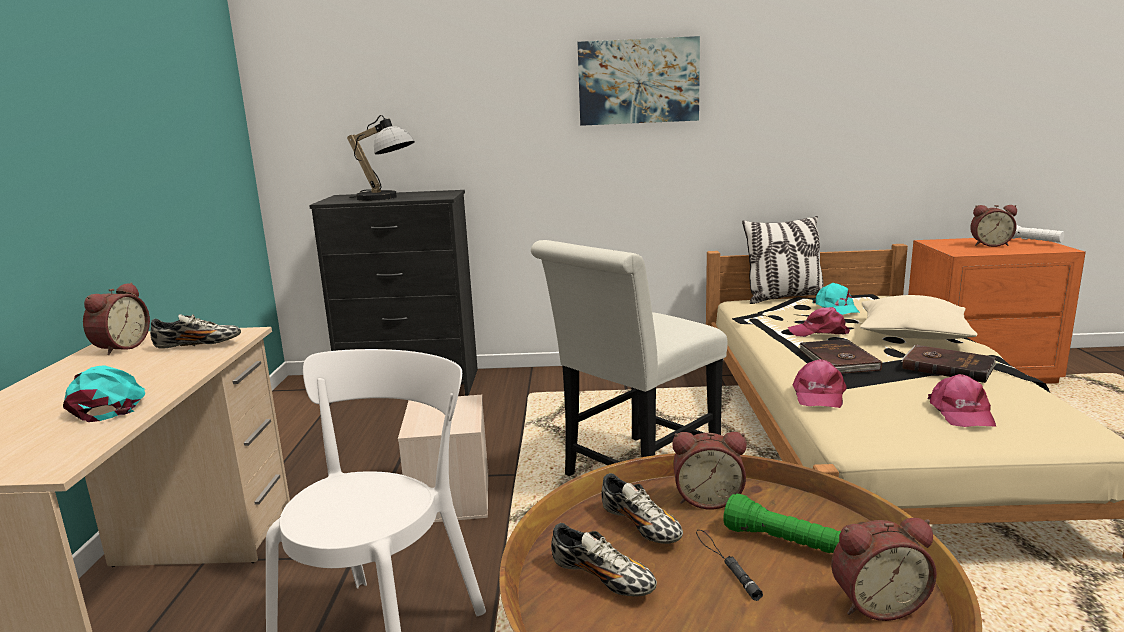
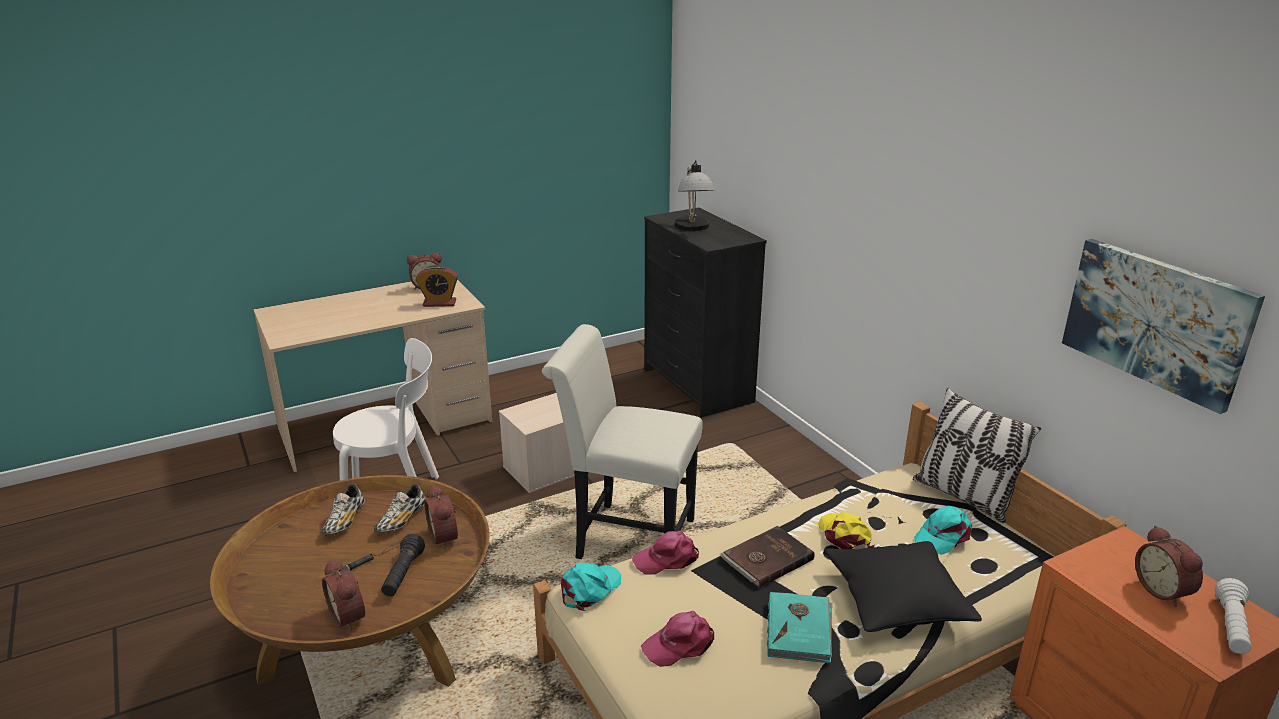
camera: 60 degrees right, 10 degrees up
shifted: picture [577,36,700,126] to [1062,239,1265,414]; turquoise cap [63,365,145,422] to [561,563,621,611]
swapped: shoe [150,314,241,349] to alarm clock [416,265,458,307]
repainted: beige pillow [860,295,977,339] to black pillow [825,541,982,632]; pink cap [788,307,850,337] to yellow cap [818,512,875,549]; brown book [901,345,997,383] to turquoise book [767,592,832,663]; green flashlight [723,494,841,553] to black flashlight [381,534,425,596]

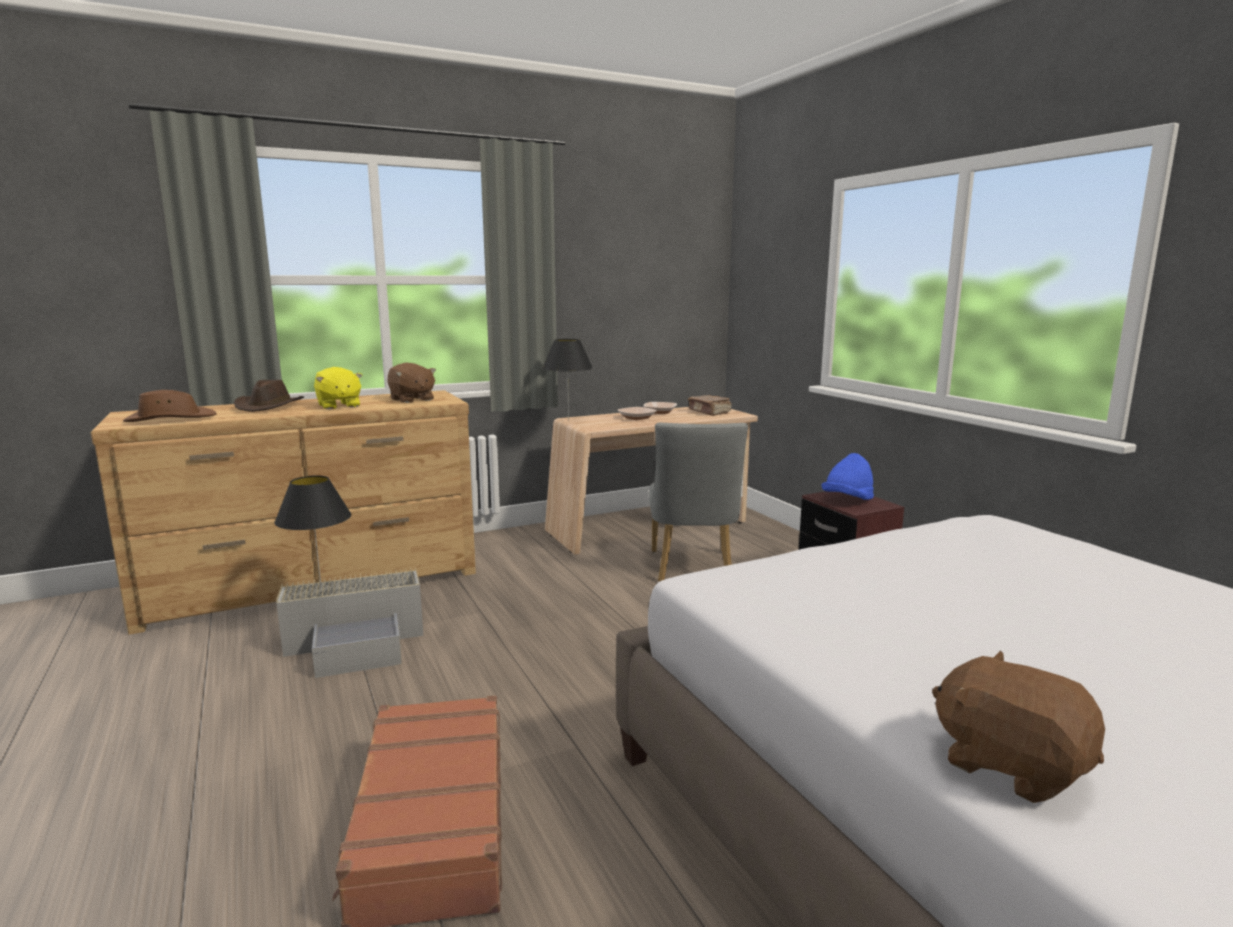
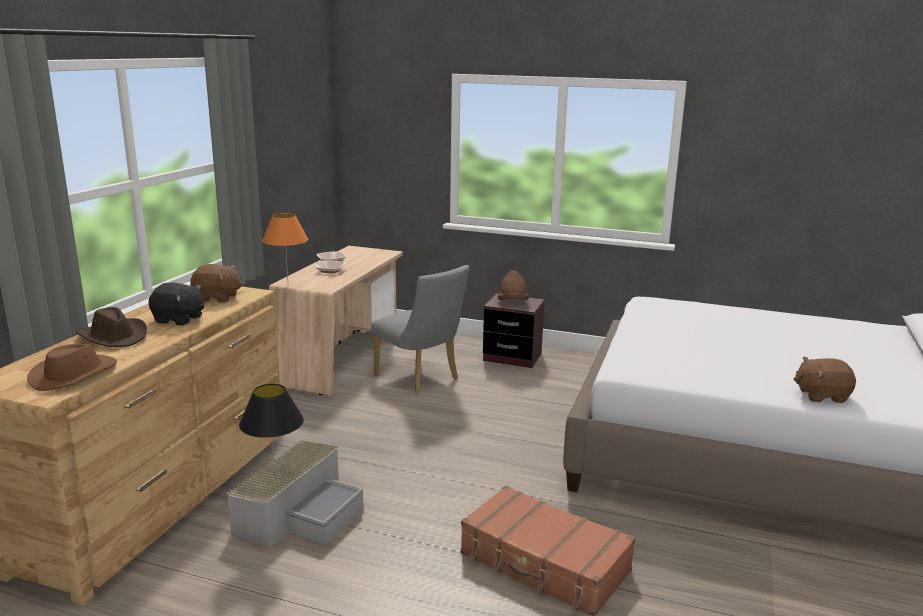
camera: 45 degrees left, 5 degrees up
gone: brown book [688,395,732,416]
repainted: black table lamp [542,339,593,421] to orange table lamp [262,213,308,280]; yellow plush toy [314,367,363,409] to black plush toy [148,283,204,325]; blue hat [821,453,874,500] to brown hat [497,271,529,300]

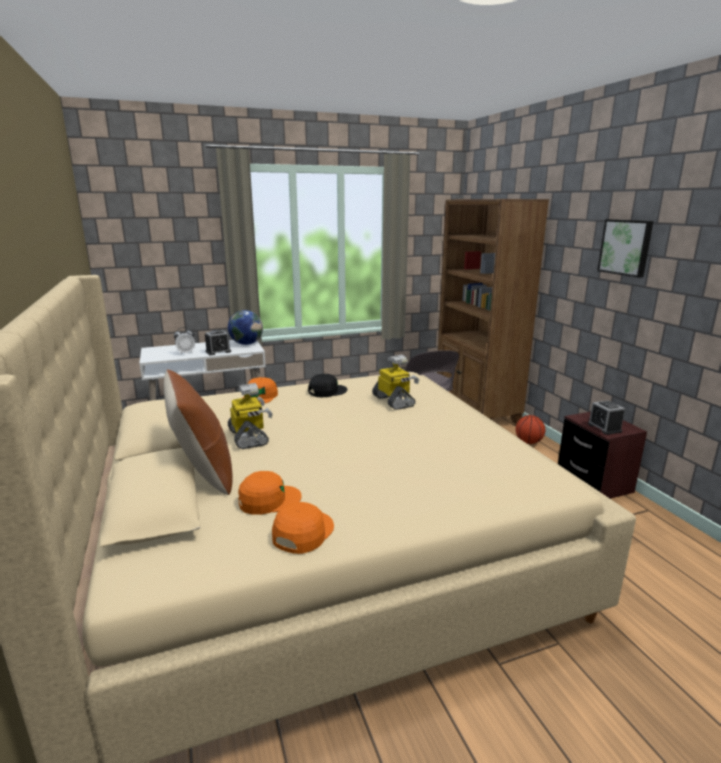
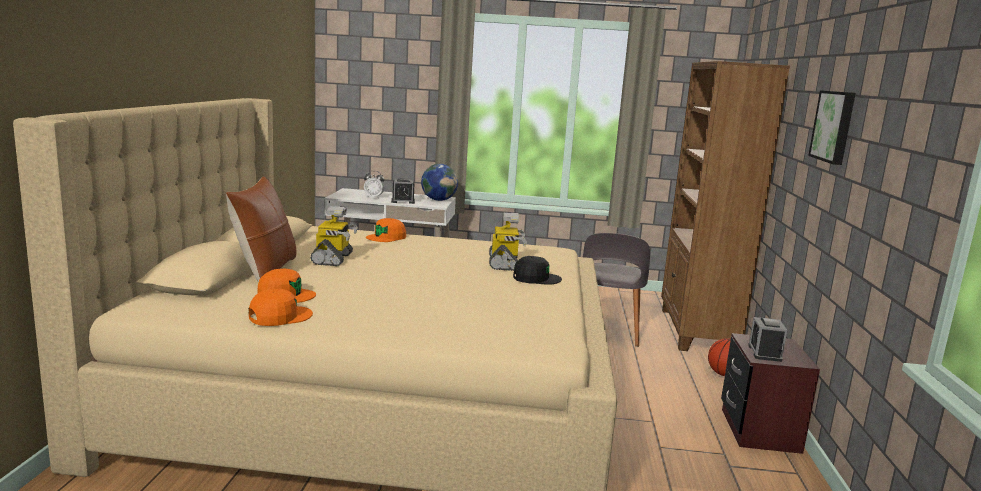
camera: 25 degrees right, 5 degrees down
shifted: black cap [308,374,347,397] to [513,256,562,285]

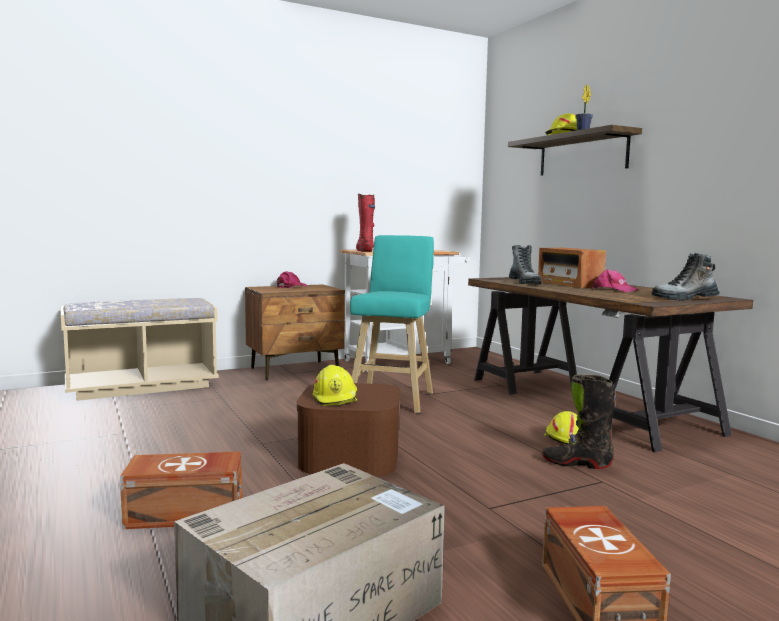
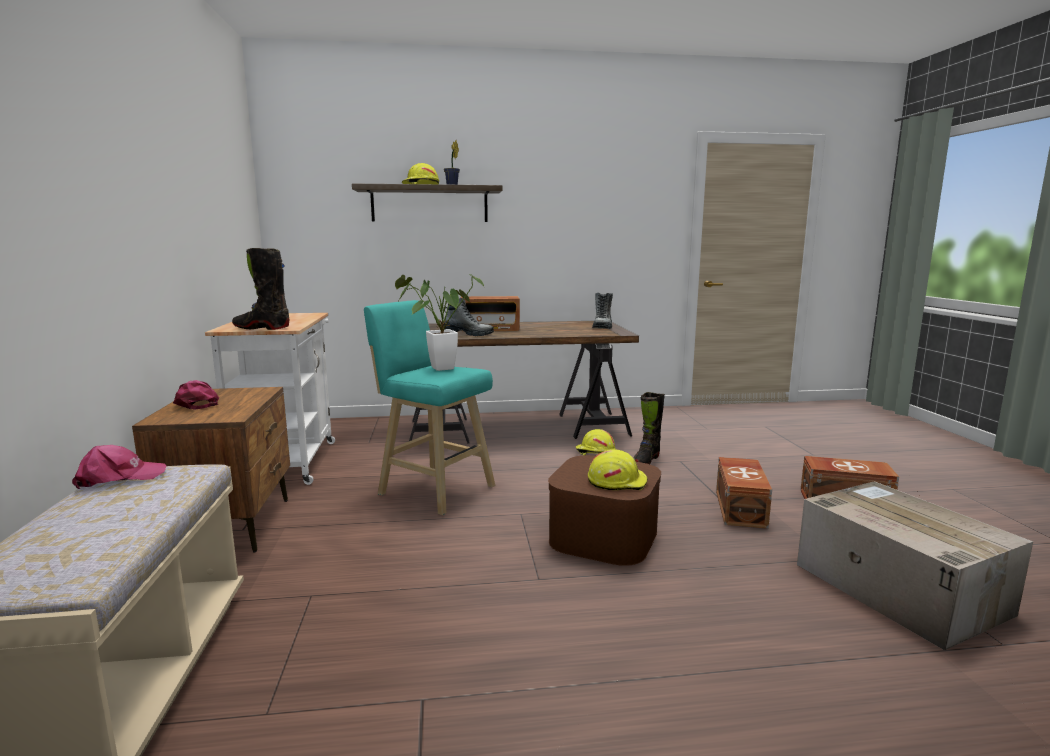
camera: 70 degrees left, 5 degrees up
new: potted plant [395,274,484,371]
shifted: pink cap [592,269,639,292] to [72,445,167,489]; brown storage box [120,451,242,529] to [716,457,772,529]
repainted: red boot [356,194,375,252] to black boot [232,248,289,330]

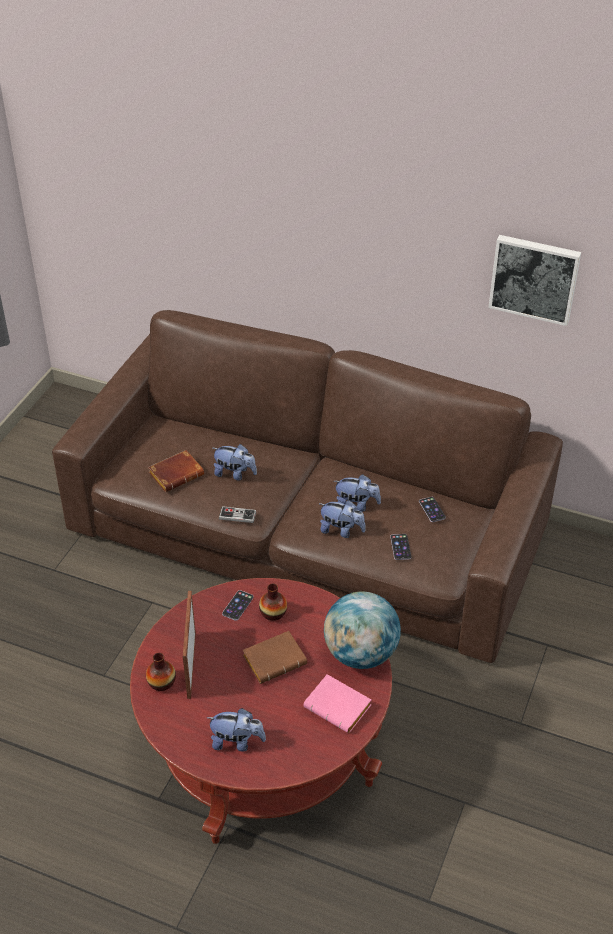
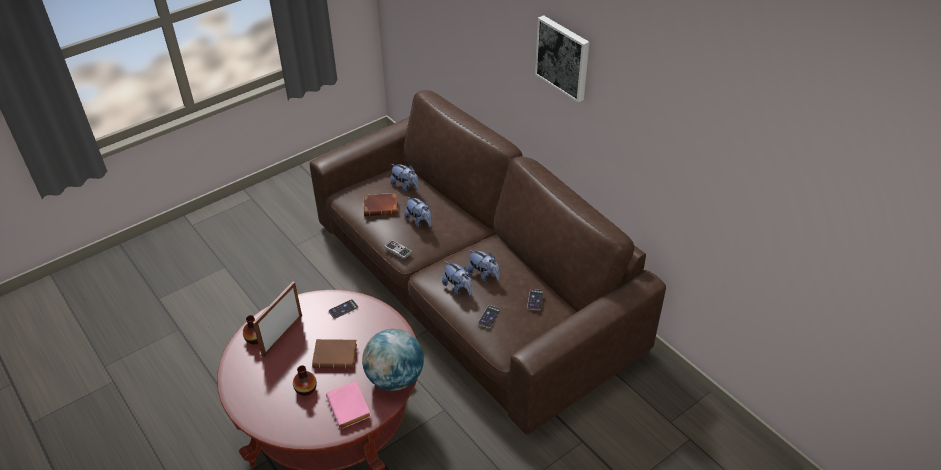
camera: 30 degrees right, 0 degrees up
shifted: picture [488,235,581,326] to [535,15,589,102]; vase [259,583,287,621] to [293,366,317,396]; plush toy [207,708,266,752] to [391,164,419,191]

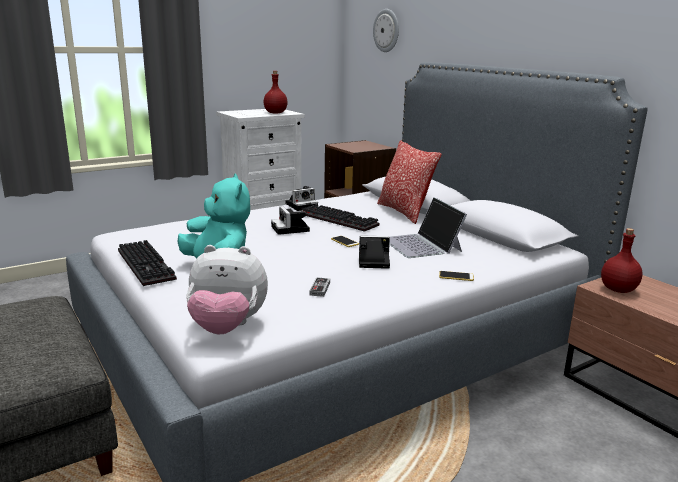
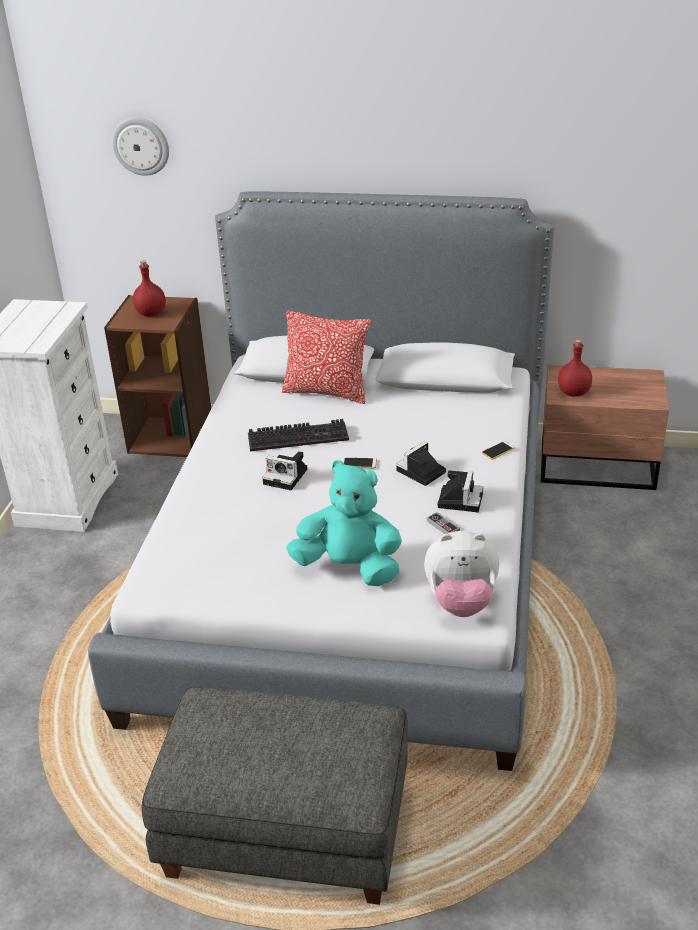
camera: 45 degrees left, 15 degrees up
gone: laptop [390,197,467,258]; keyboard [118,240,177,286]
shifted: red bottle [264,71,288,114] to [133,260,166,317]; photo camera [285,186,318,211] to [437,471,483,512]
rotated: plush toy [186,245,268,335] = [424,531,499,617] 45 degrees clockwise

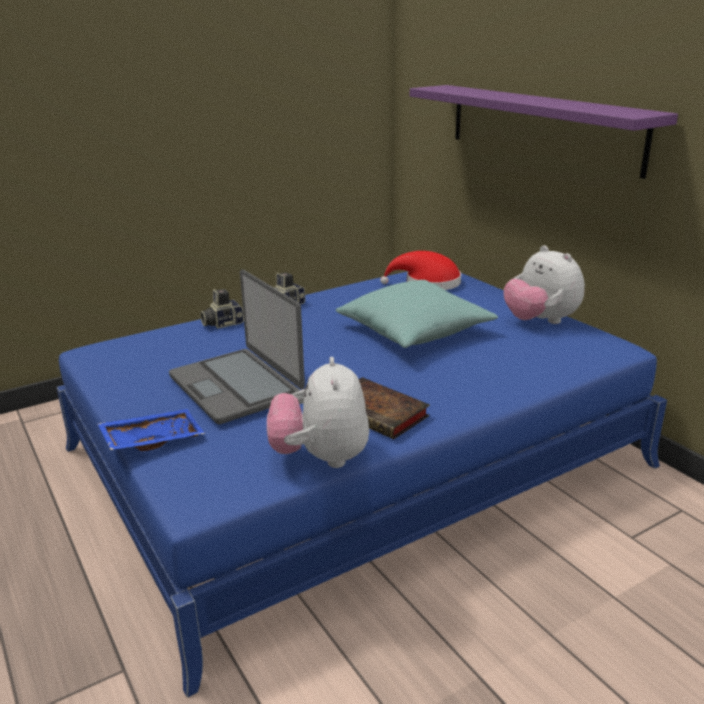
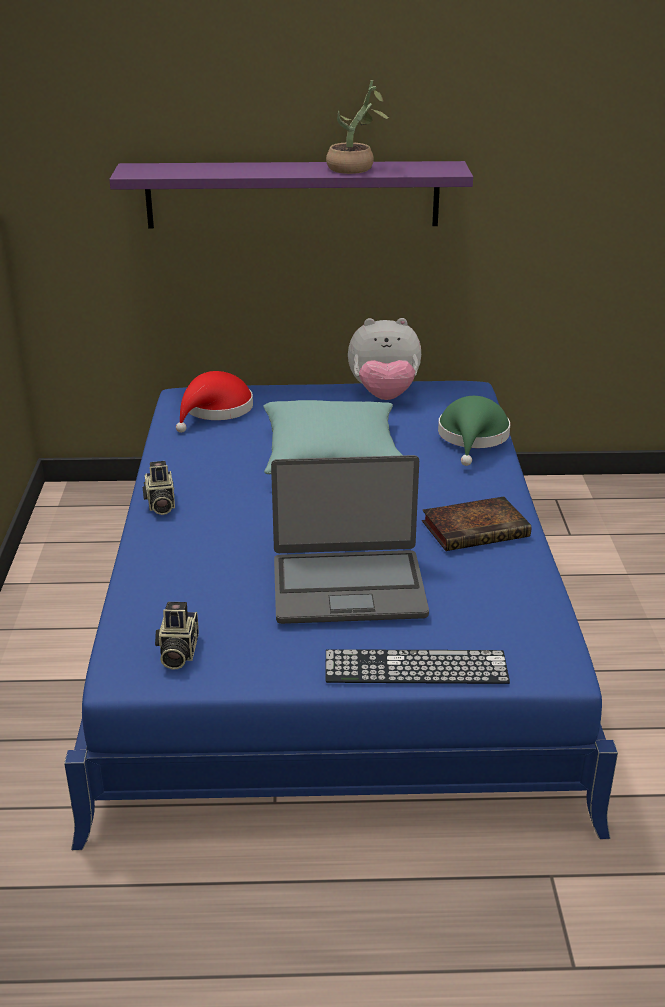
camera: 60 degrees left, 5 degrees up
gone: plush toy [267,357,369,468]
new: potted plant [326,80,390,174]; green hat [438,396,510,466]
shifted: photo camera [200,289,244,328] to [155,602,199,670]
swapped: blue tray [97,409,205,451] to keyboard [325,649,510,684]

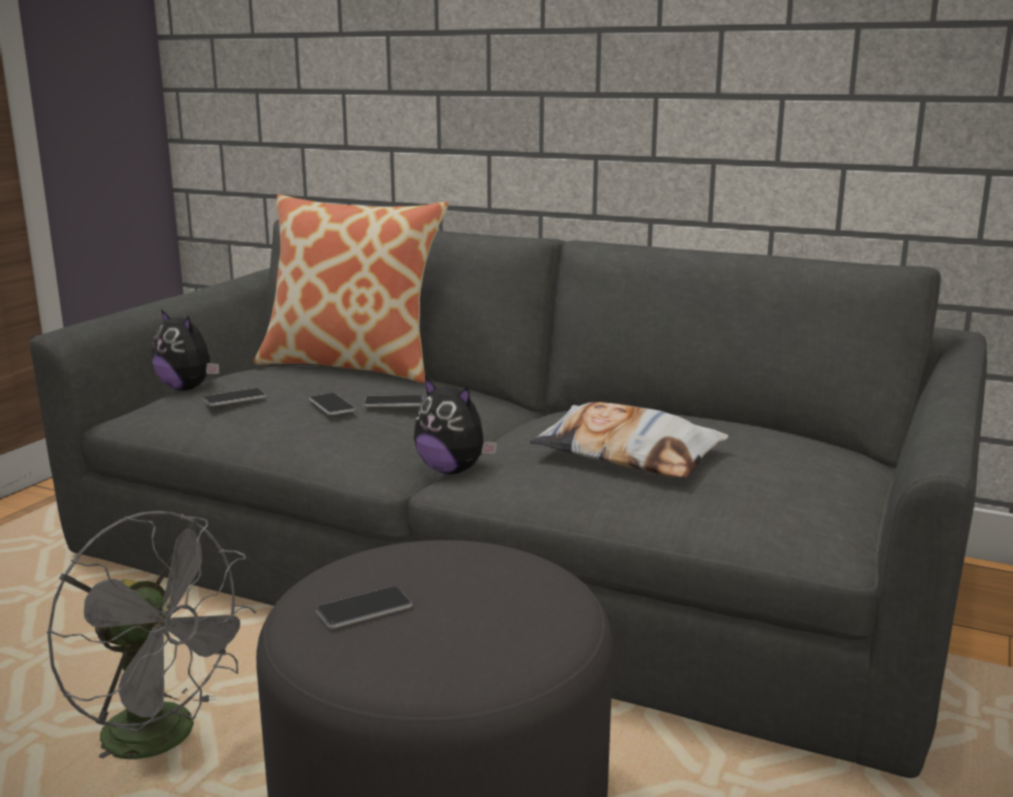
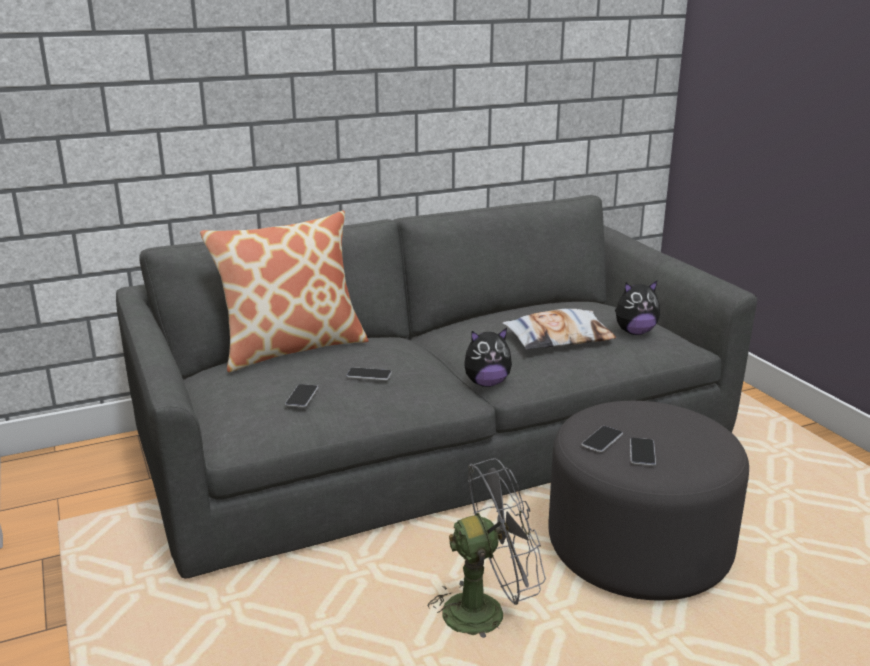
camera: 50 degrees left, 5 degrees up
shifted: plush toy [152,309,219,391] to [615,281,660,335]; phone [364,395,423,407] to [581,426,623,453]

